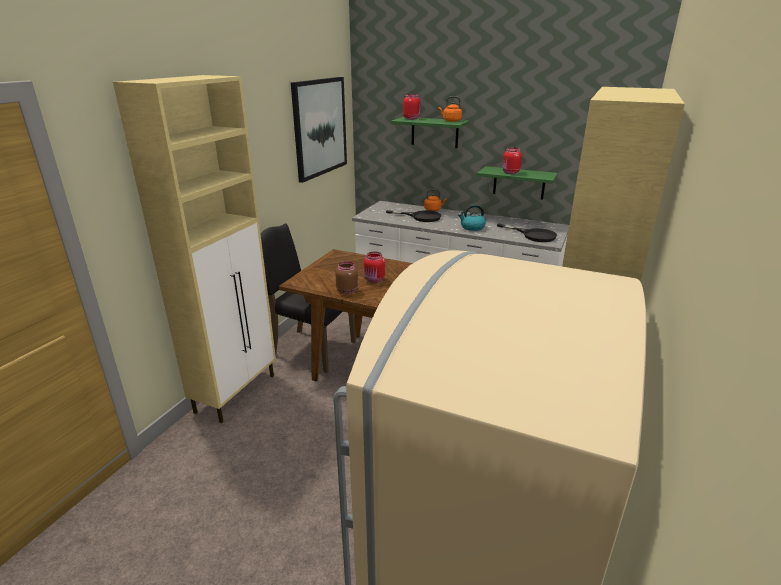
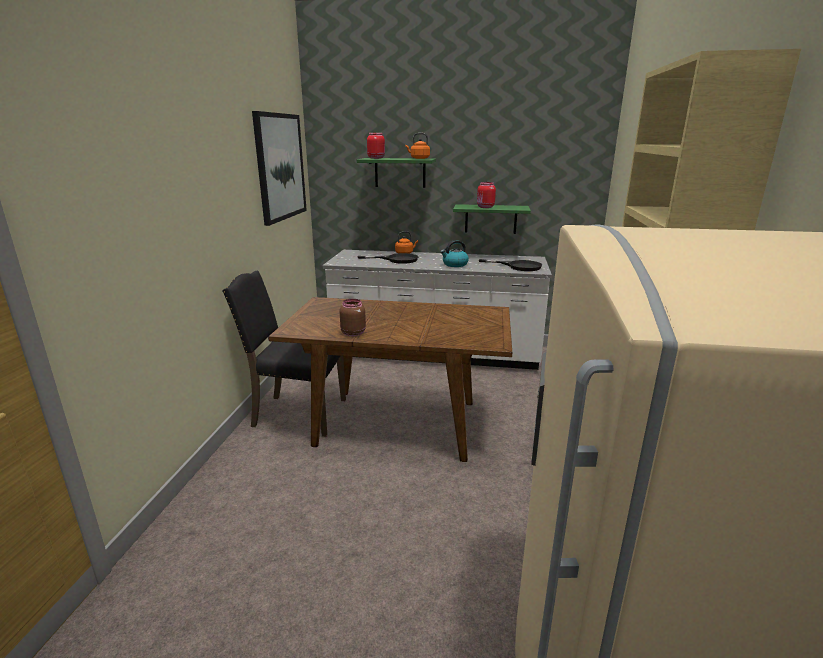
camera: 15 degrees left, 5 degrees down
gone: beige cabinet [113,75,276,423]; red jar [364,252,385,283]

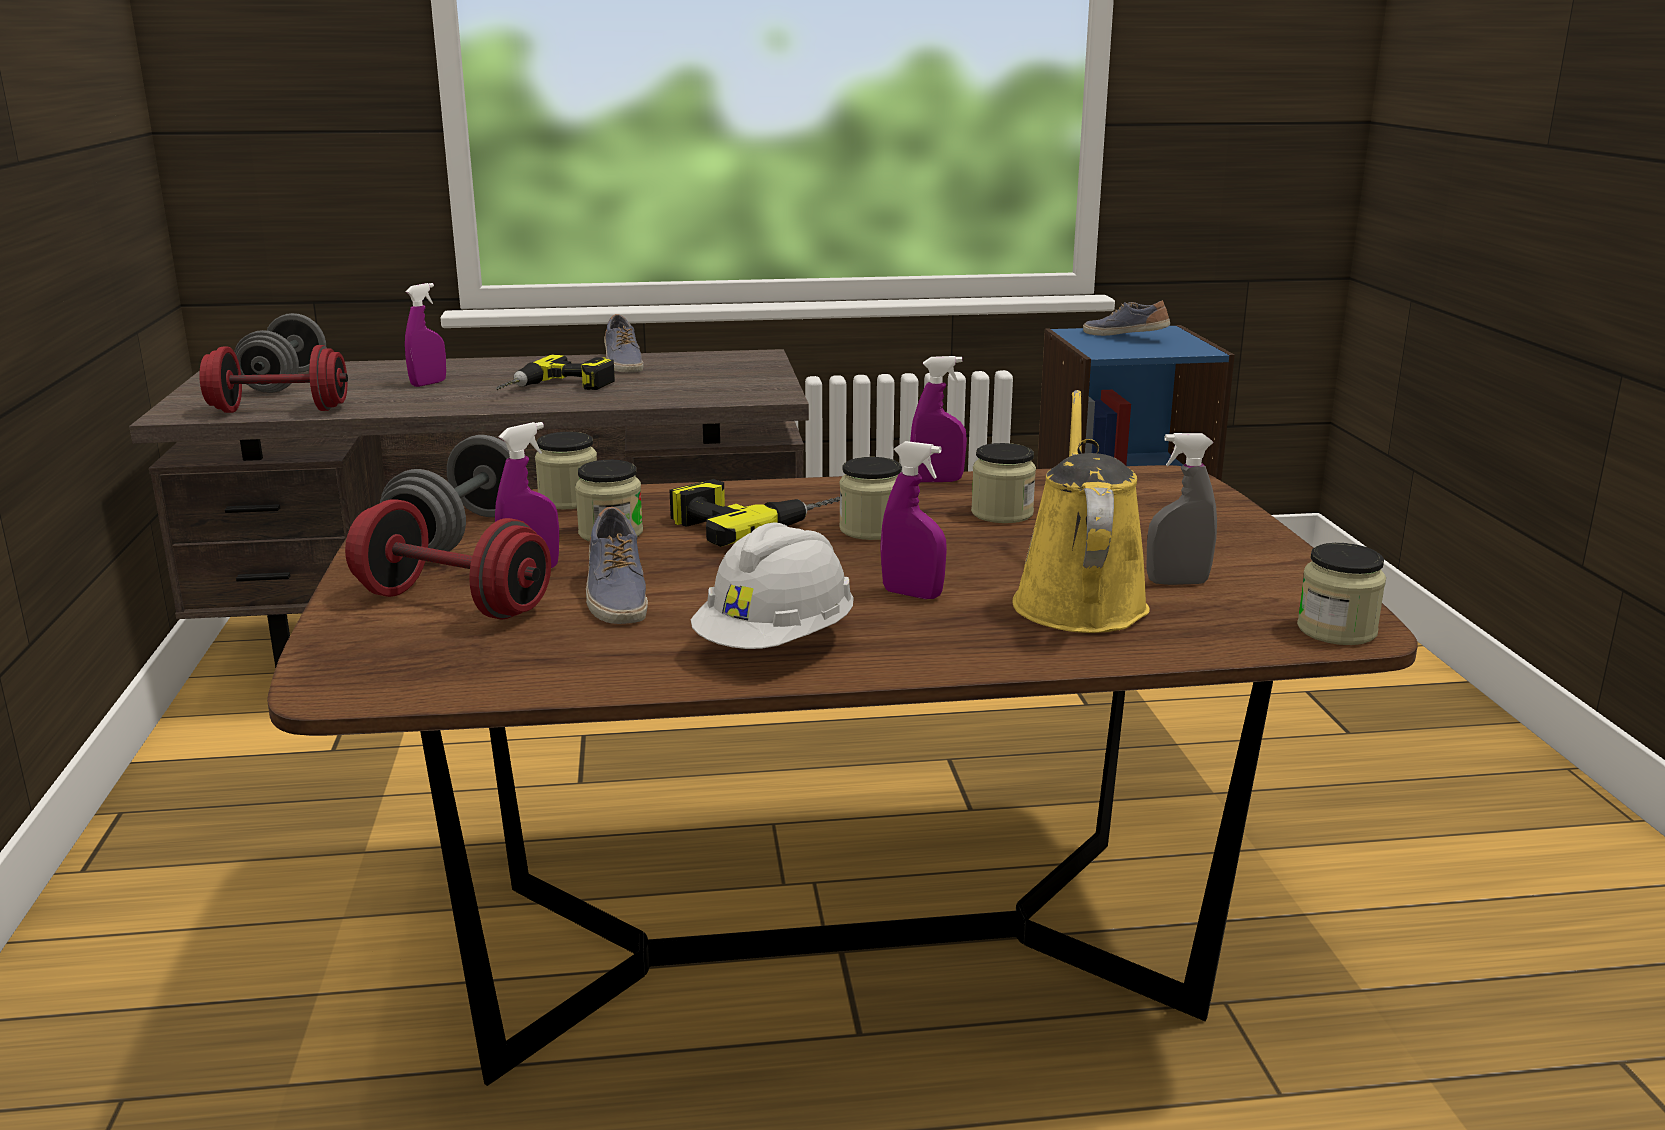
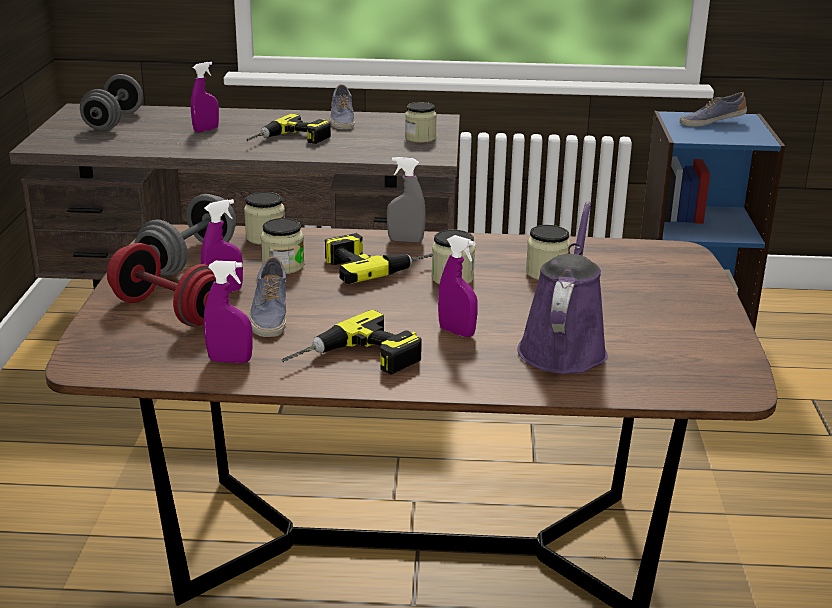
camera: 10 degrees right, 5 degrees up
gone: red dumbbell [199,345,348,413]
shifted: purple spray bottle [910,356,967,482] to [204,261,253,363]; grey spray bottle [1146,433,1217,585] to [387,157,426,243]; jar [1297,543,1386,645] to [405,102,437,143]
swapped: white hard hat [691,522,854,649] to power drill [282,310,422,374]
repainted: yellow watering can [1013,390,1150,633] to purple watering can [517,201,608,374]
rotated: shoe [1083,300,1170,336] = [680,92,747,127] 60 degrees counterclockwise

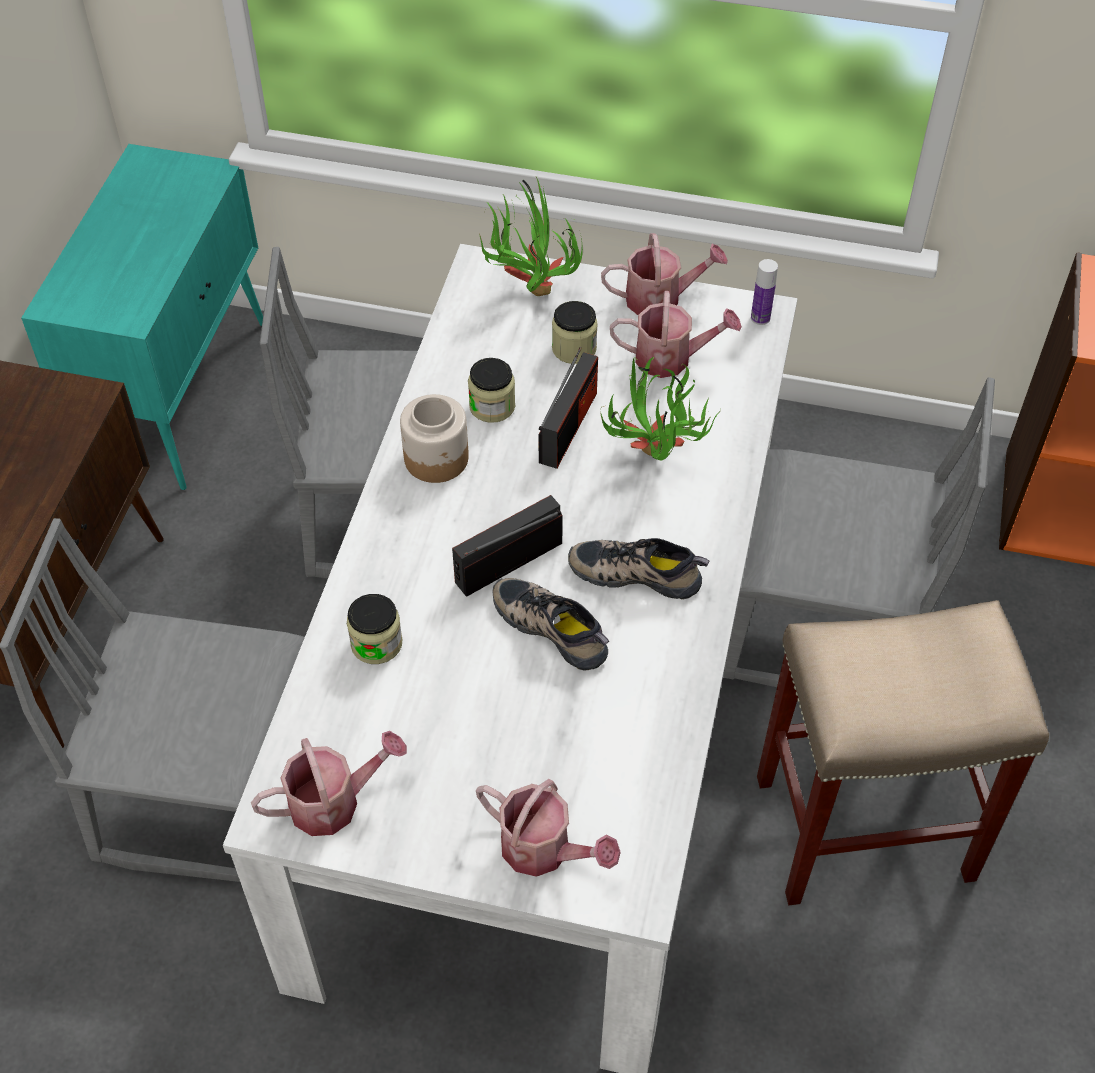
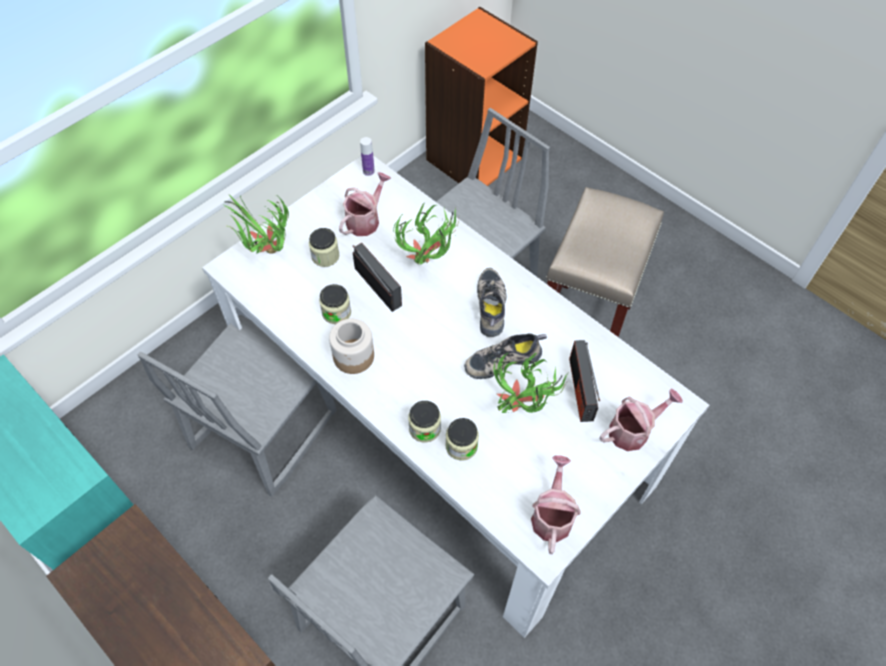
camera: 60 degrees left, 5 degrees up
gone: watering can [601,233,728,315]
new: potted plant [494,353,568,413]; jar [408,401,441,443]
shifted: radio [452,495,563,597] to [569,340,600,422]
rotated: shoe [568,538,709,600] = [477,268,507,337] 135 degrees clockwise

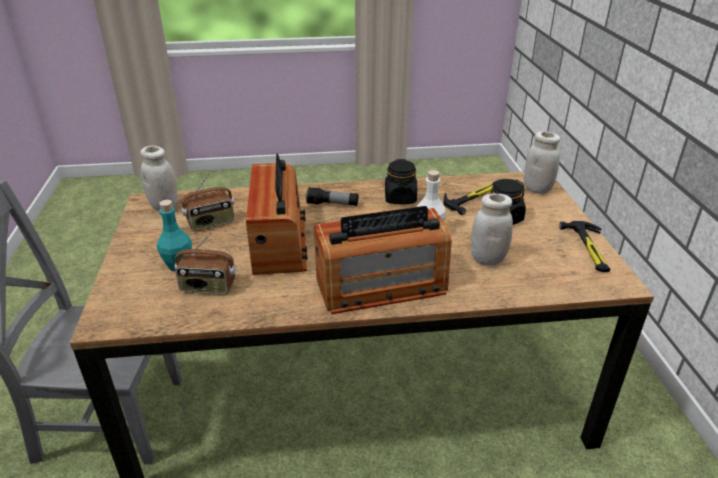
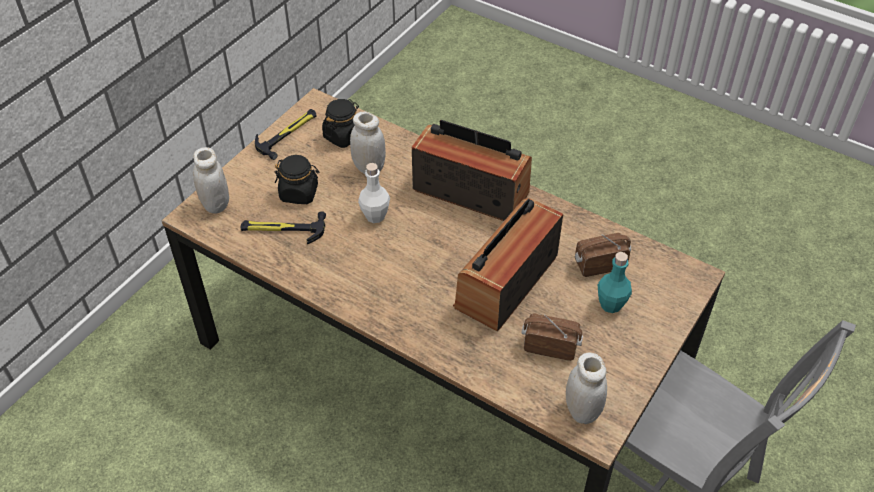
camera: 140 degrees left, 15 degrees up
gone: flashlight [306,187,358,206]
shifted: black jar [385,159,417,204] to [322,99,359,148]
rotated: radio [175,232,236,295] = [575,233,631,277] 60 degrees counterclockwise

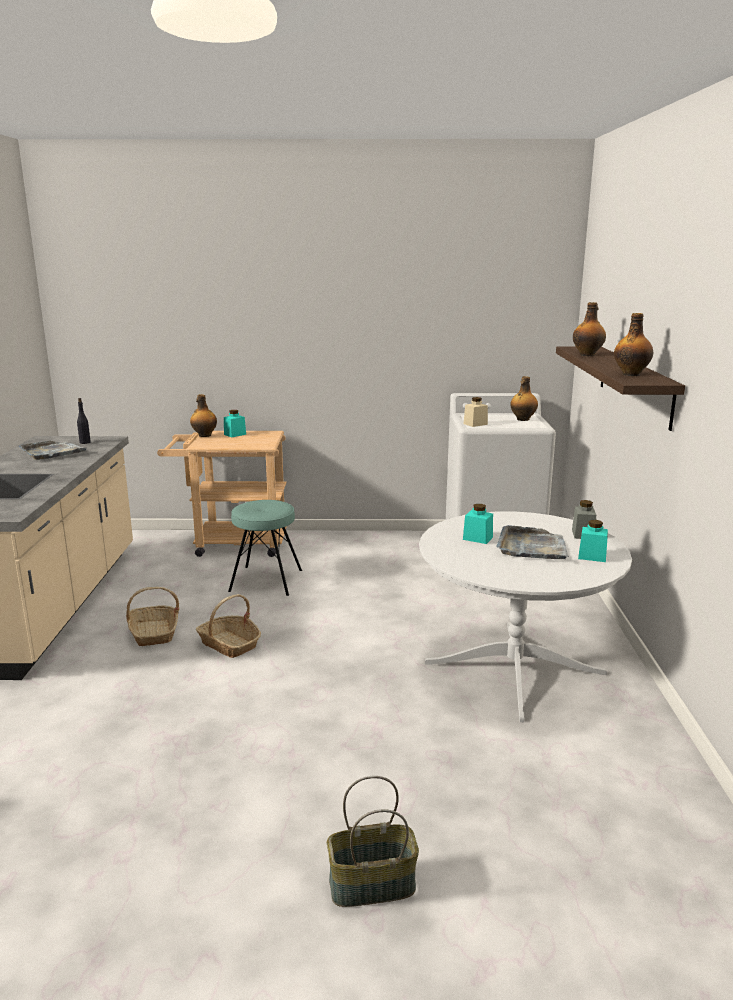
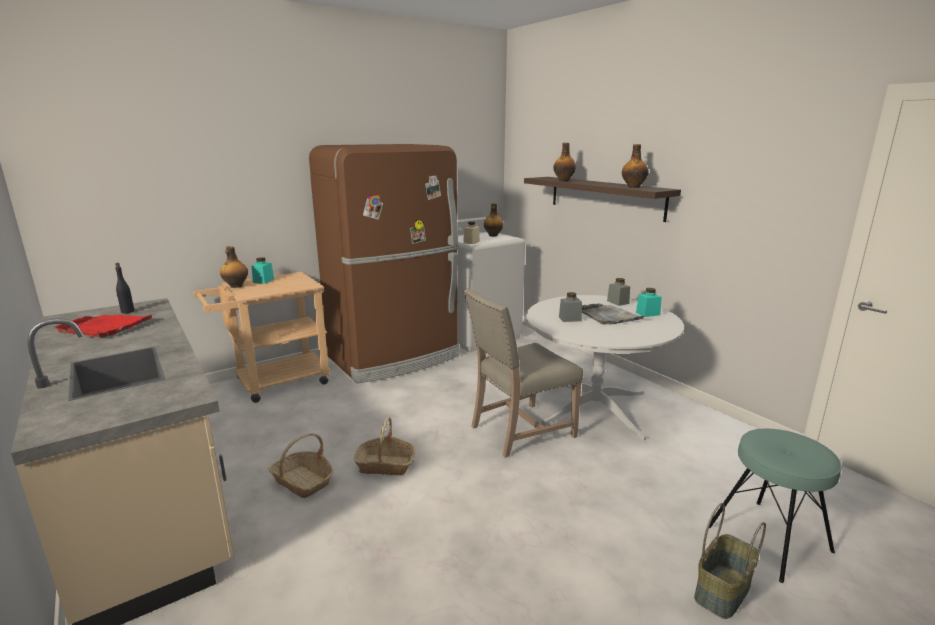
camera: 35 degrees left, 0 degrees up
new: brown fridge [309,144,460,383]; beige chair [463,288,583,458]
shifted: turquoise stool [228,500,302,596] to [709,428,842,583]
repainted: grey tray [19,441,86,460] to red tray [54,314,153,338]; turquoise jar [463,504,493,544] to grey jar [559,292,582,322]

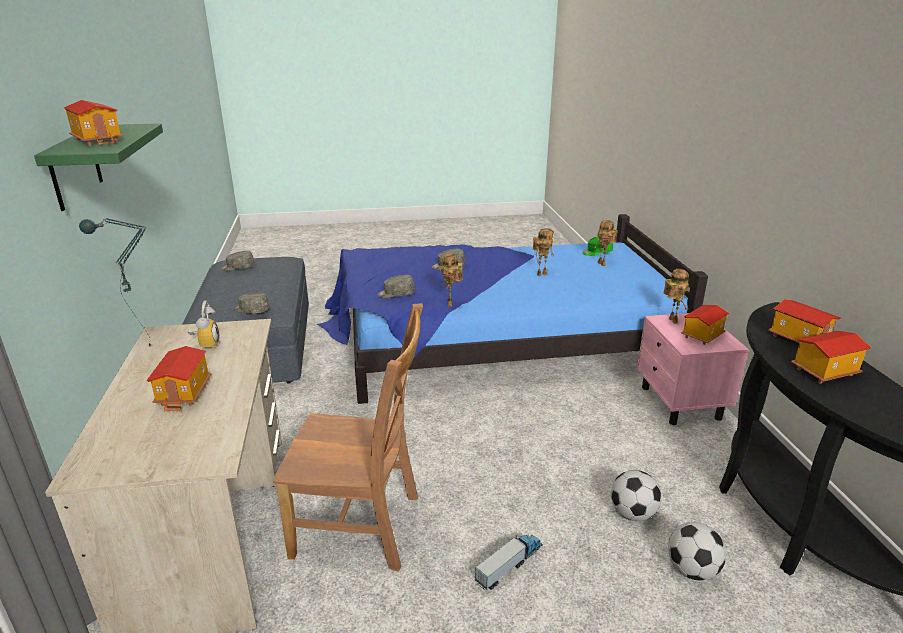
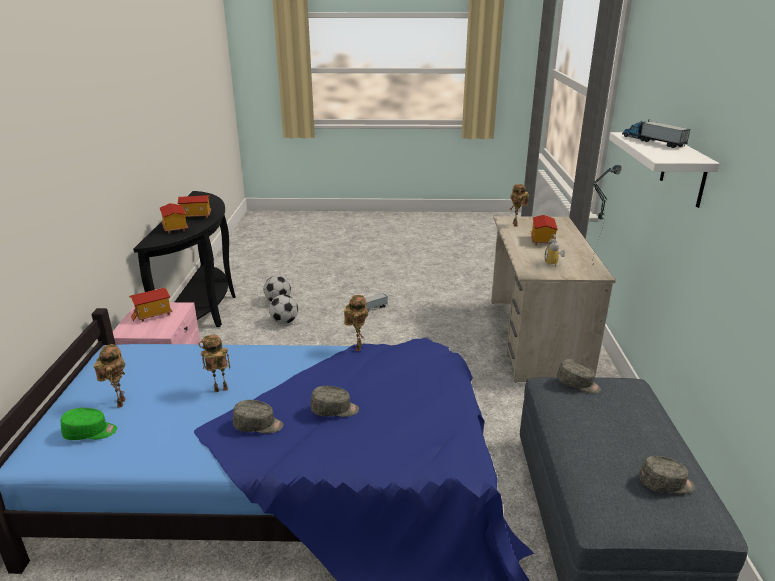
camera: 170 degrees left, 0 degrees up
gone: brown chair [273,303,423,571]
shifted: toy robot [663,269,689,324] to [509,184,529,226]; grey cap [377,275,415,298] to [233,400,283,434]
swapped: toy house [63,100,124,146] to toy truck [622,119,691,148]
repainted: green shelf [34,123,163,211] to white shelf [609,132,720,208]

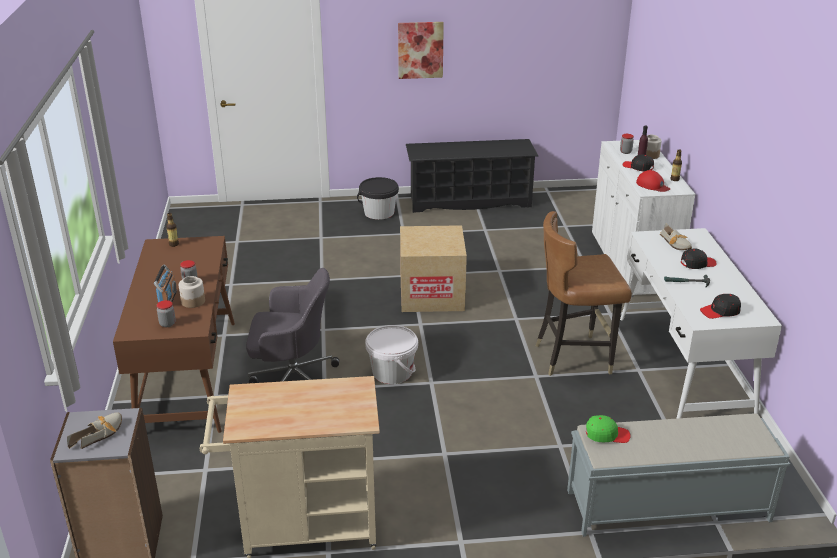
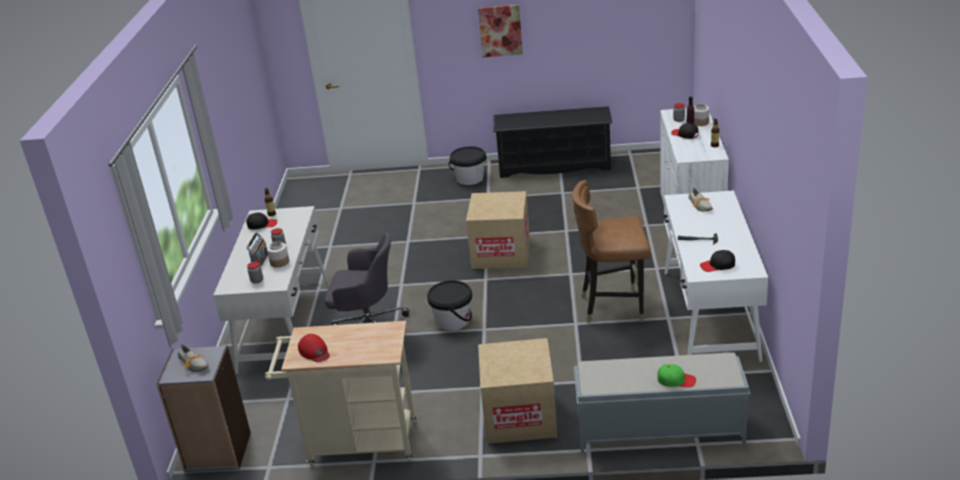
camera: 10 degrees right, 0 degrees up
new: cardboard box [478,338,557,444]
shifted: red cap [636,170,670,192] to [298,334,330,362]; black cap [681,248,717,269] to [246,212,277,230]; green cap [586,415,631,443] to [657,364,696,388]
repainted: brown desk [113,236,235,433] to white desk [213,206,328,374]; white bucket [365,325,418,384] to black bucket [427,280,472,331]
rotated: shoe [67,413,122,449] = [178,344,209,372] 90 degrees clockwise

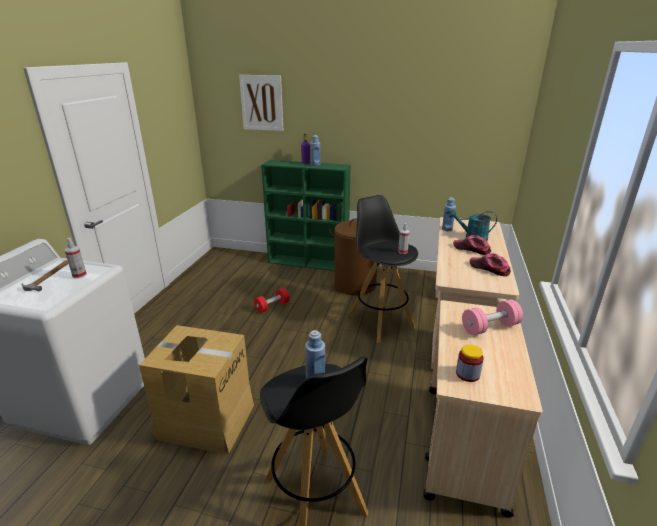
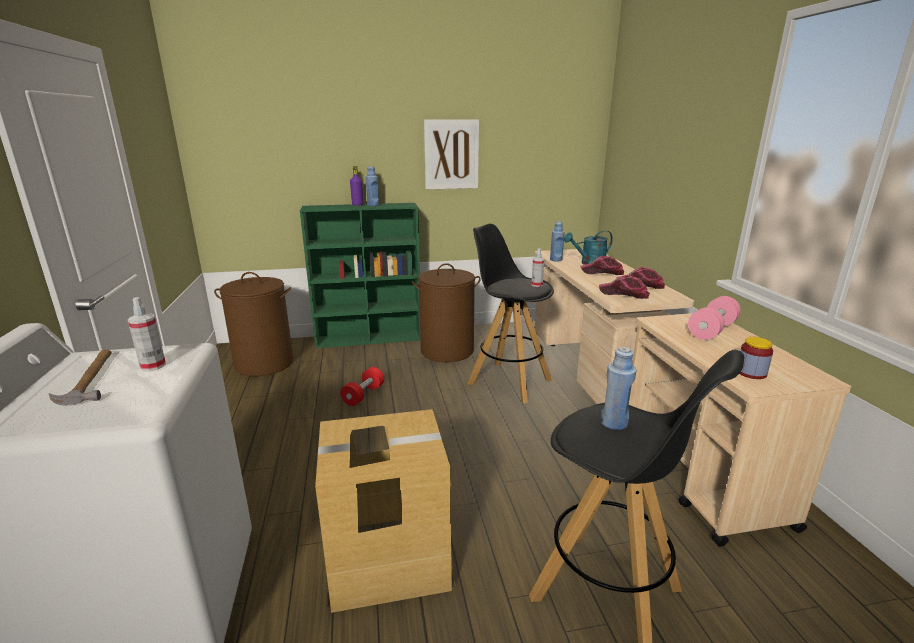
camera: 25 degrees left, 5 degrees down
new: brown laundry basket [214,272,293,376]; cap [599,275,650,299]
shifted: picture [239,75,284,131] to [424,120,479,189]

